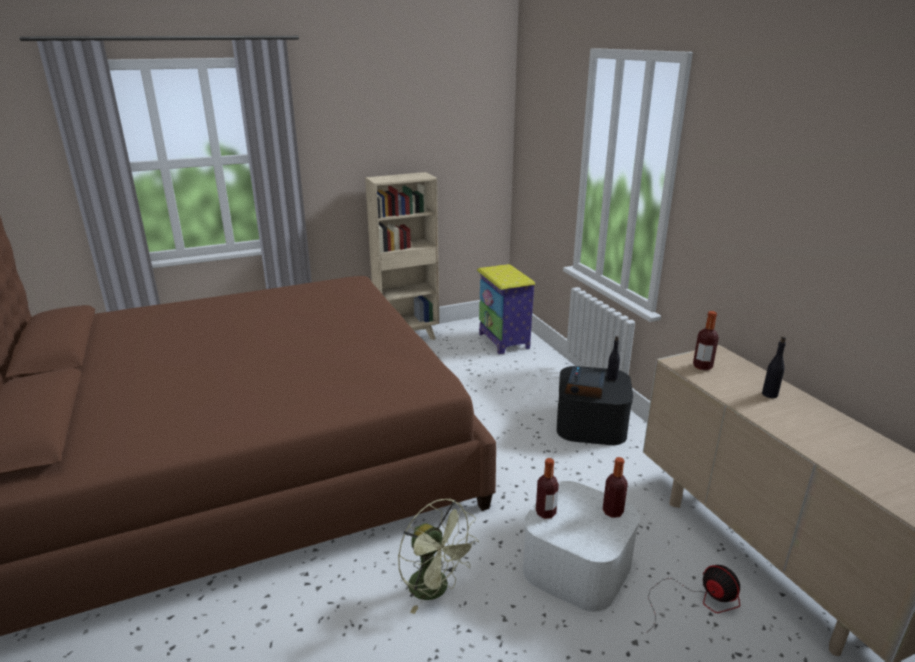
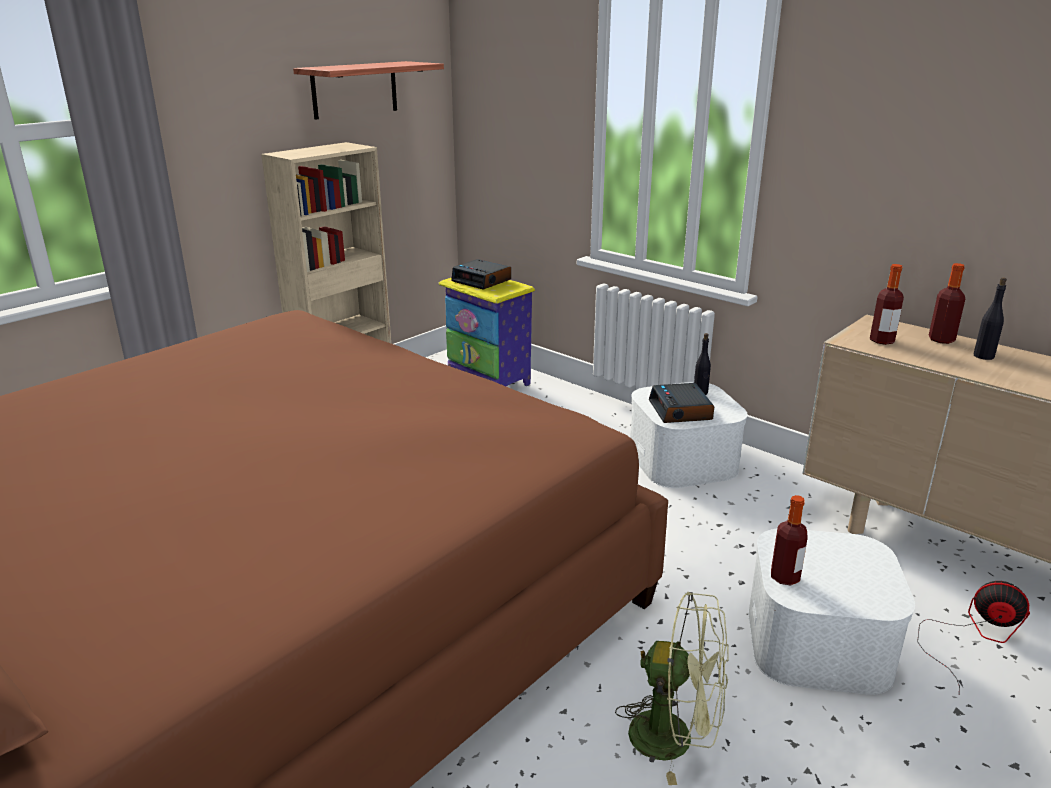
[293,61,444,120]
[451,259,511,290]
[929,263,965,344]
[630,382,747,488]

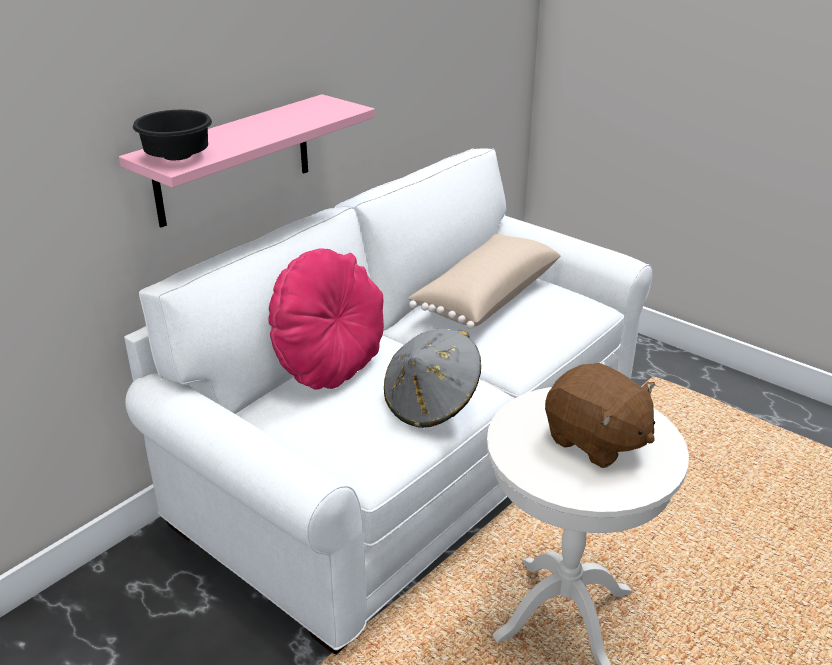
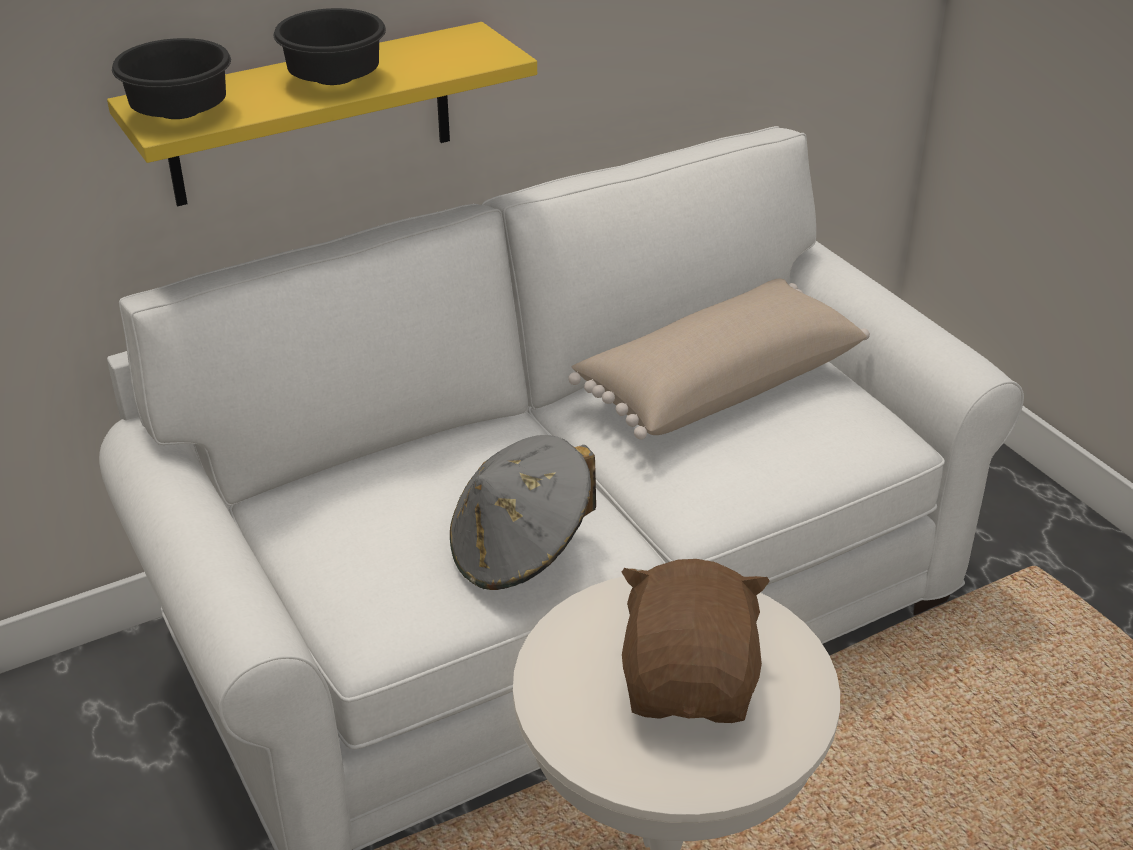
[268,248,384,390] (first image)
[274,8,386,85]
[107,22,537,206]
[622,559,770,723]

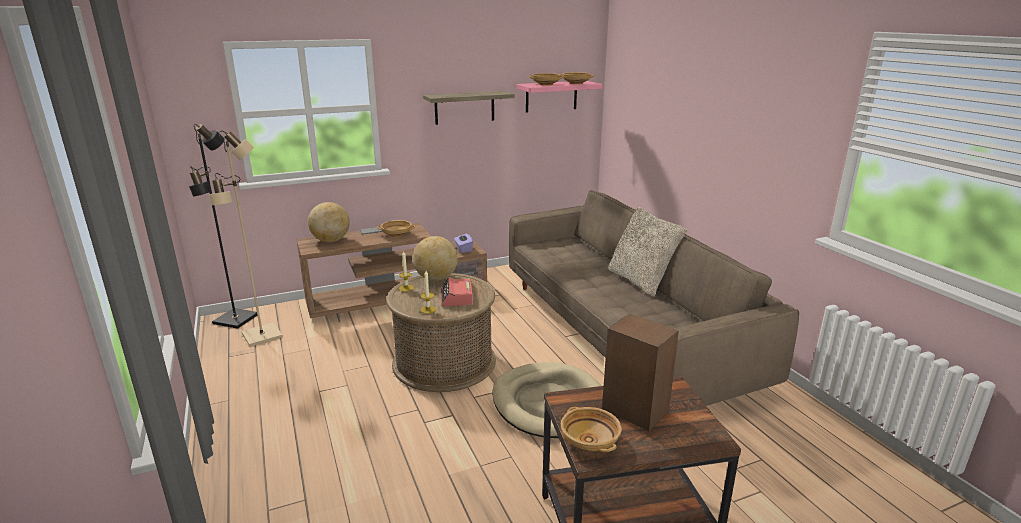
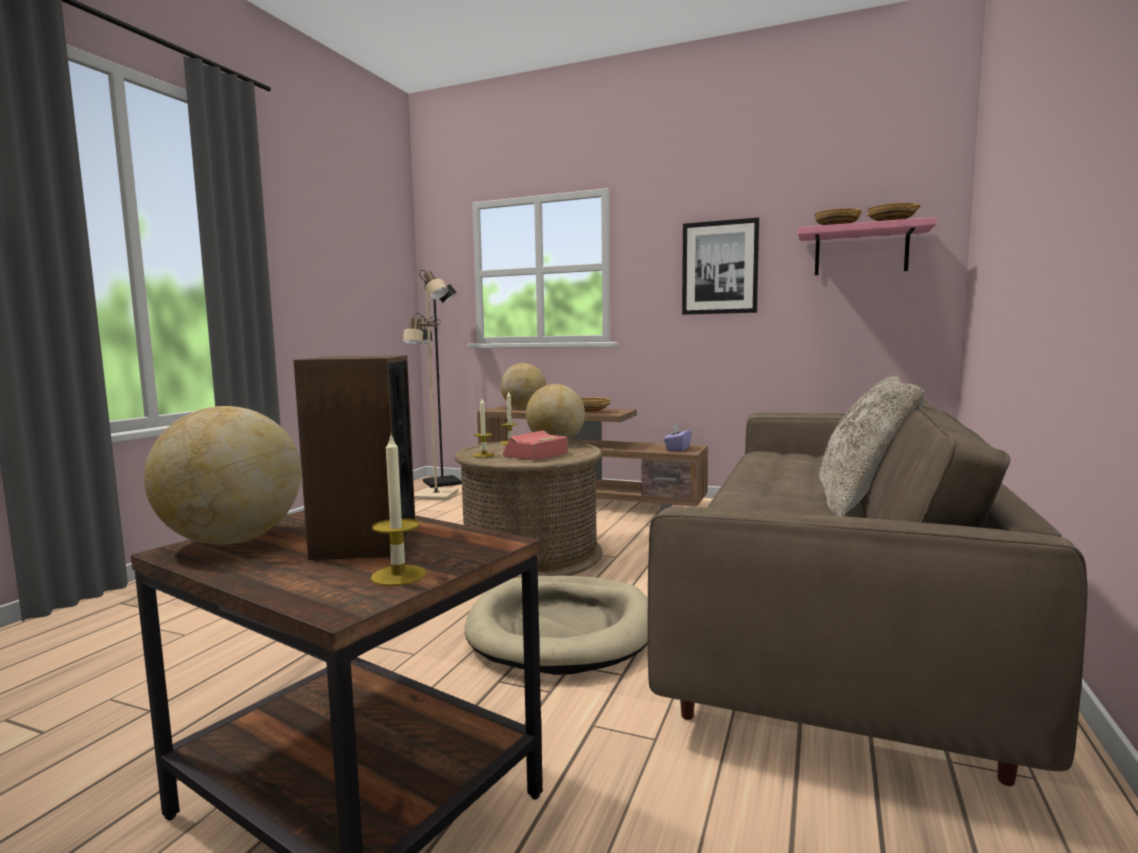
[371,434,426,586]
[682,217,759,315]
[144,406,301,545]

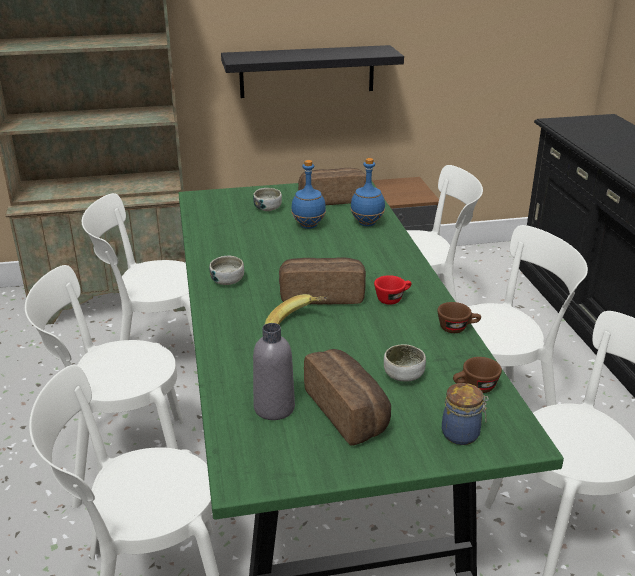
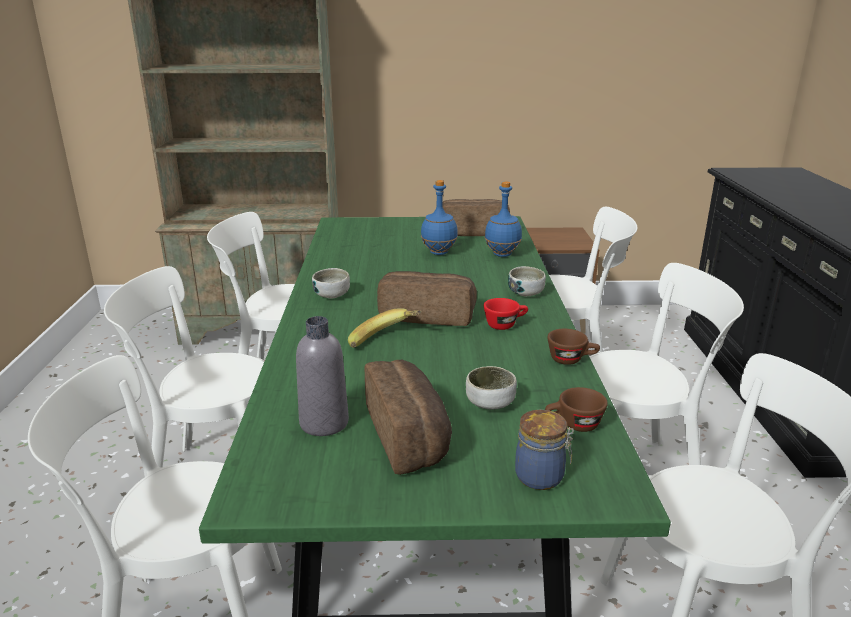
[221,45,404,98] (first image)
[508,266,546,296]

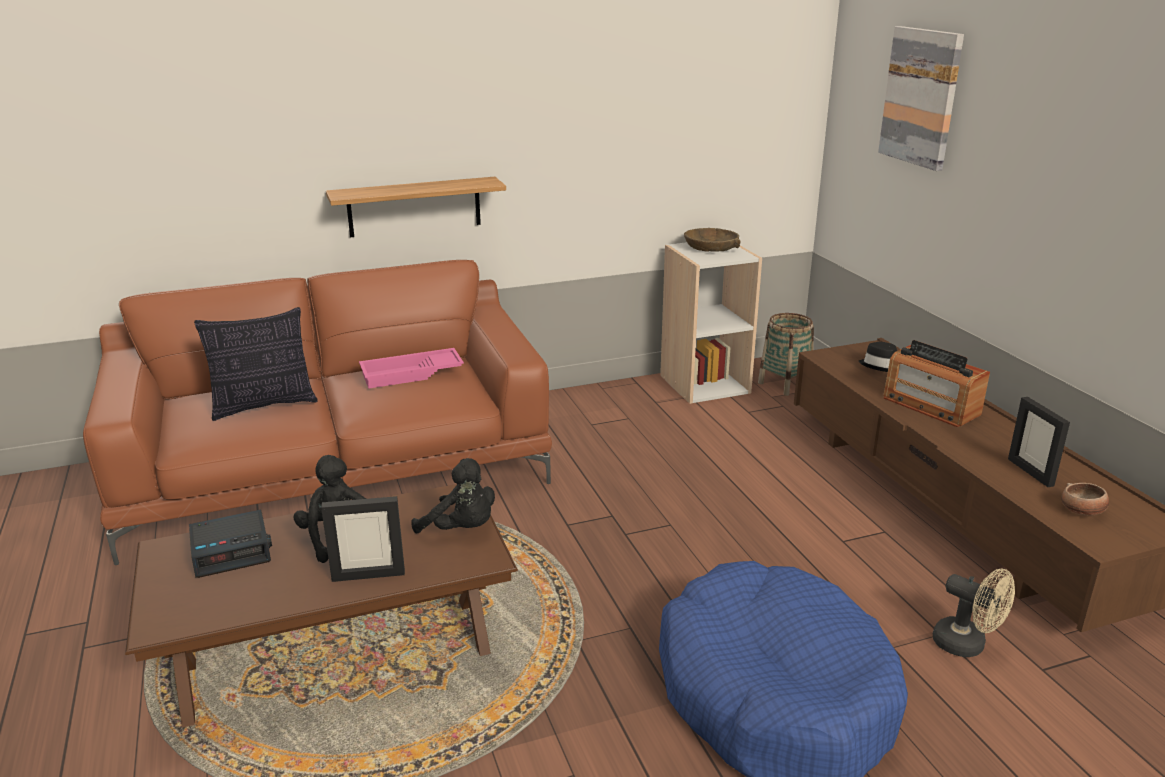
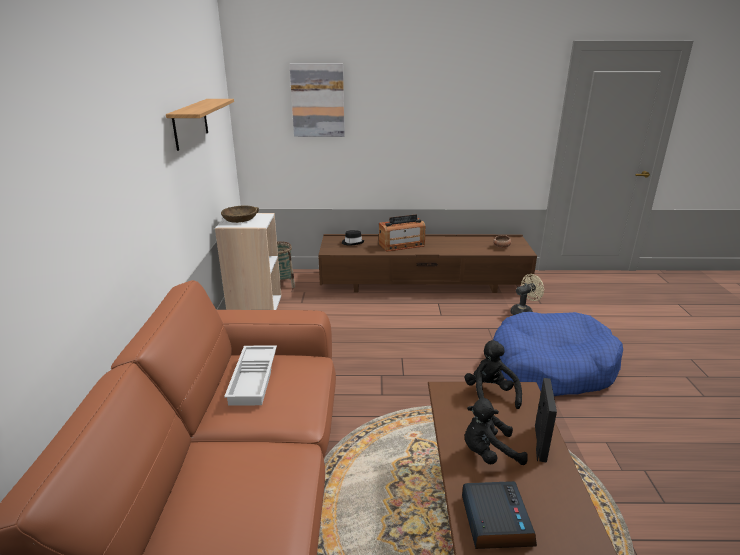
[194,307,318,421] (first image)
[1008,397,1070,487] (first image)
[166,99,234,151]
[224,345,277,406]
[464,340,522,409]

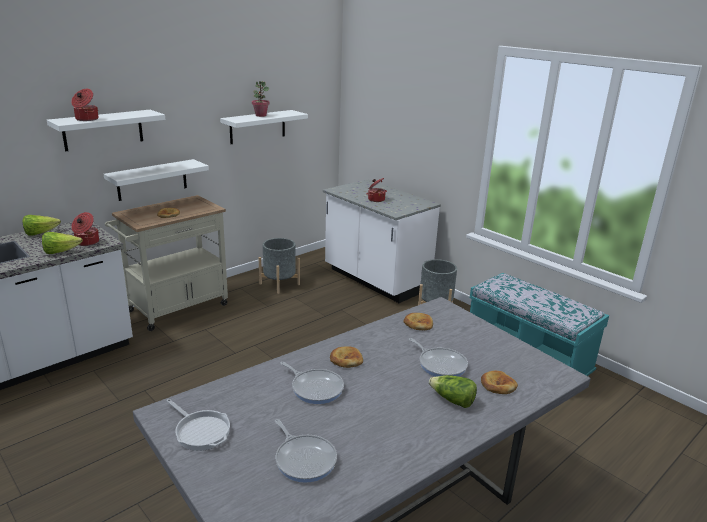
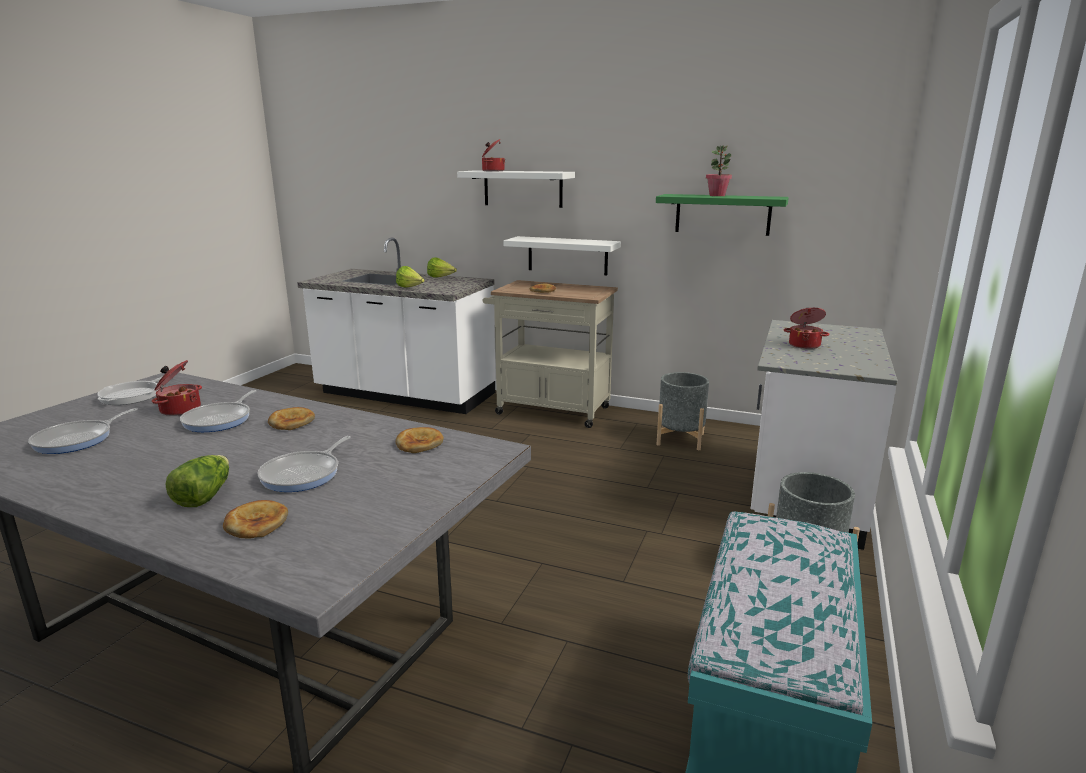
[152,360,202,416]
[656,194,789,236]

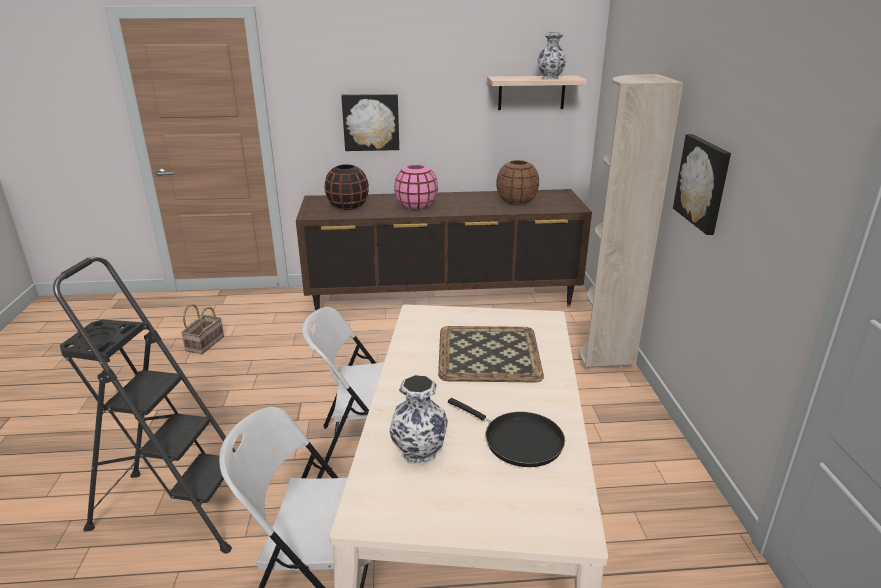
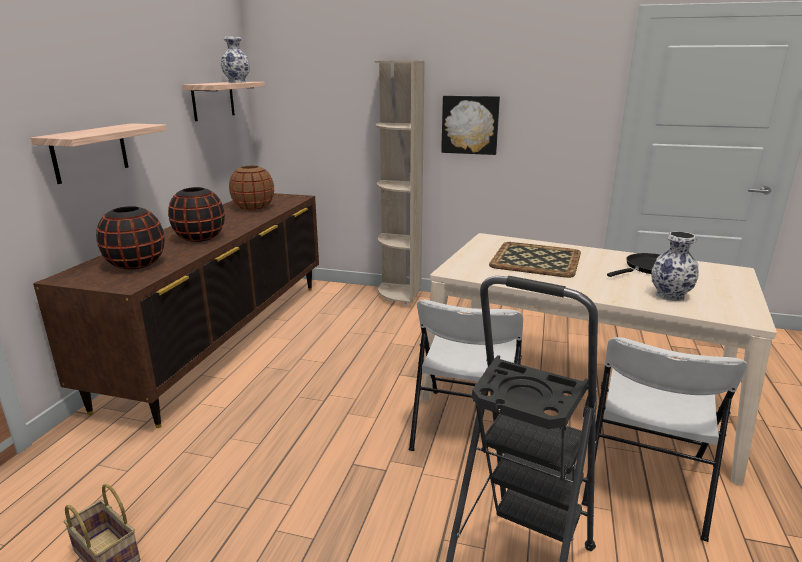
[31,123,167,184]
[168,187,225,242]

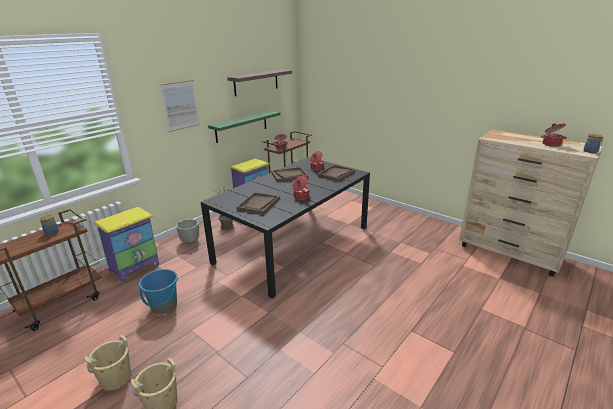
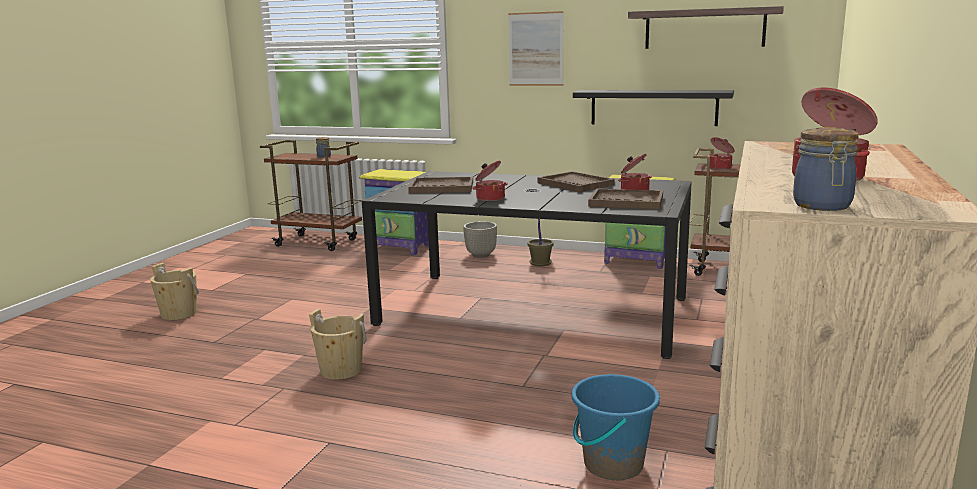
[309,309,366,380]
[572,373,660,480]
[573,90,734,126]

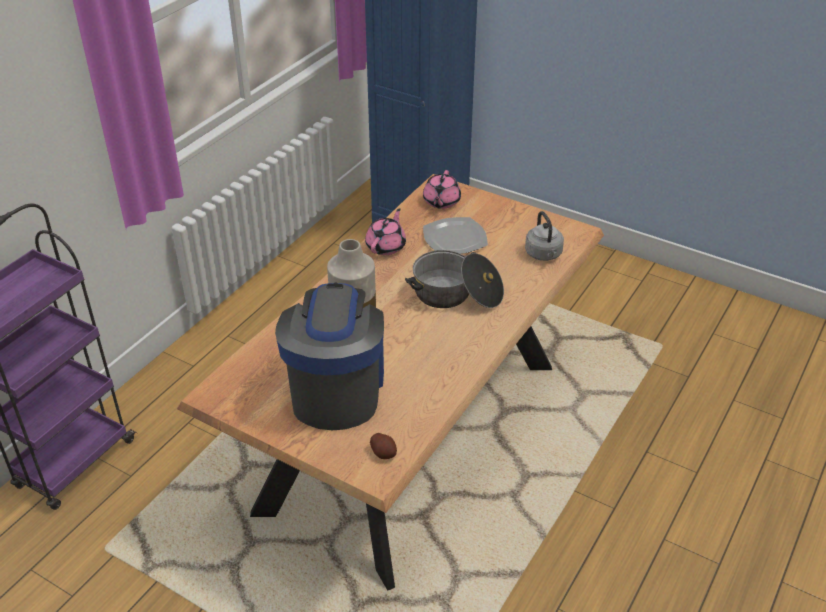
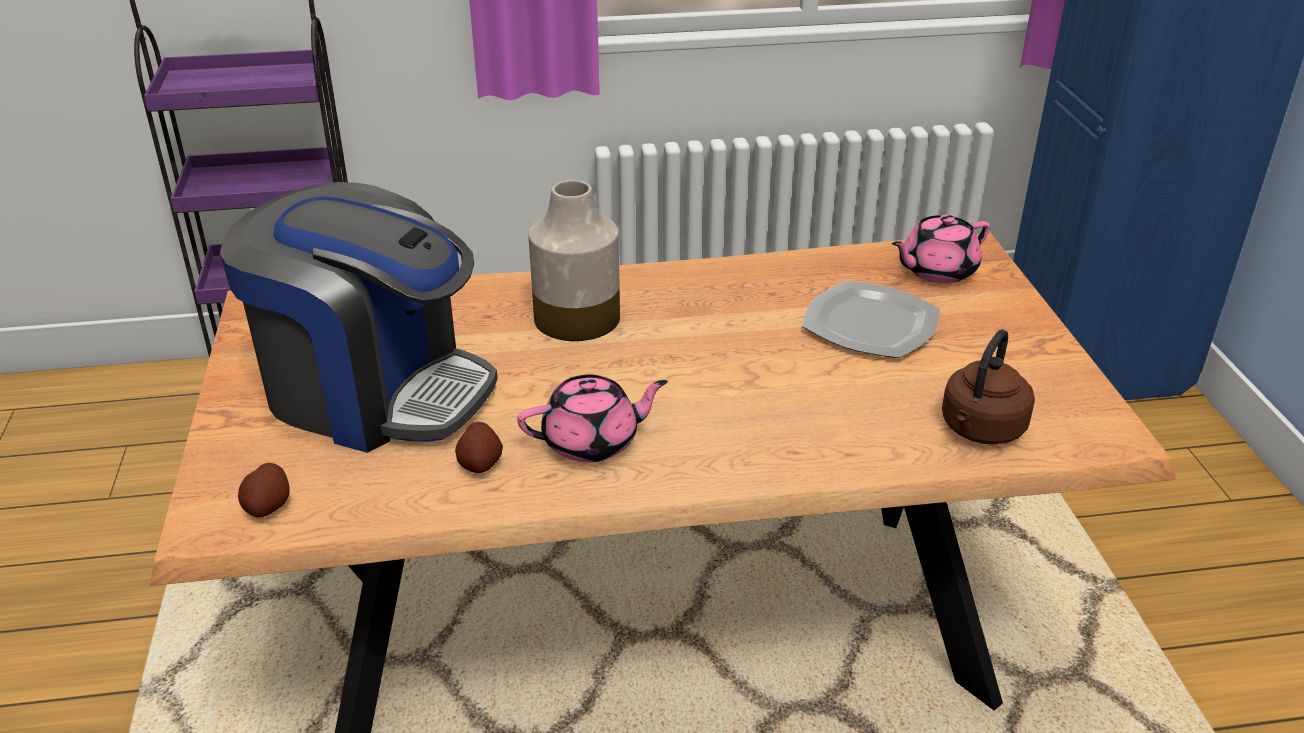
[405,250,504,308] (first image)
[455,422,503,473]
[517,375,668,462]
[942,329,1035,444]
[220,182,498,453]

